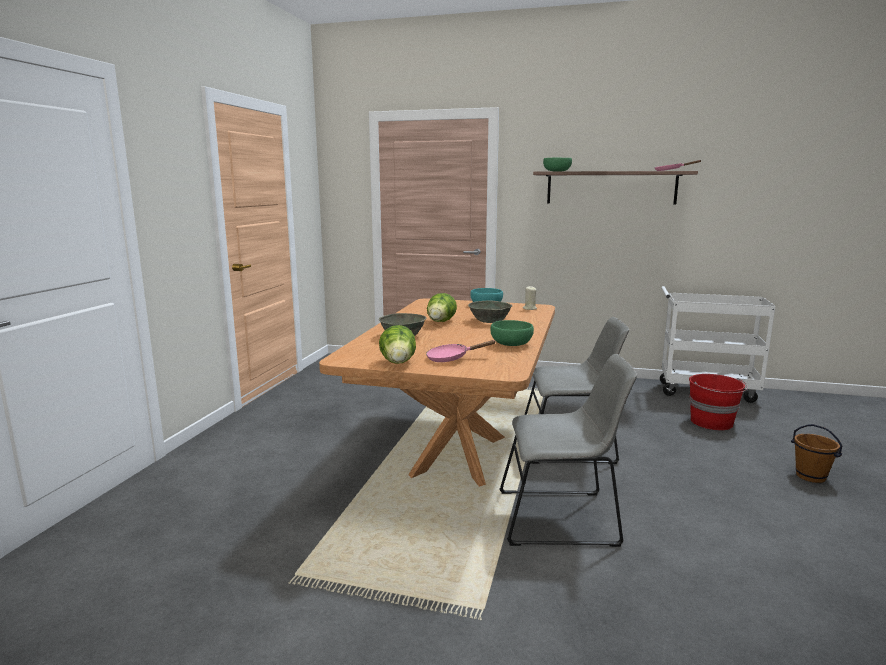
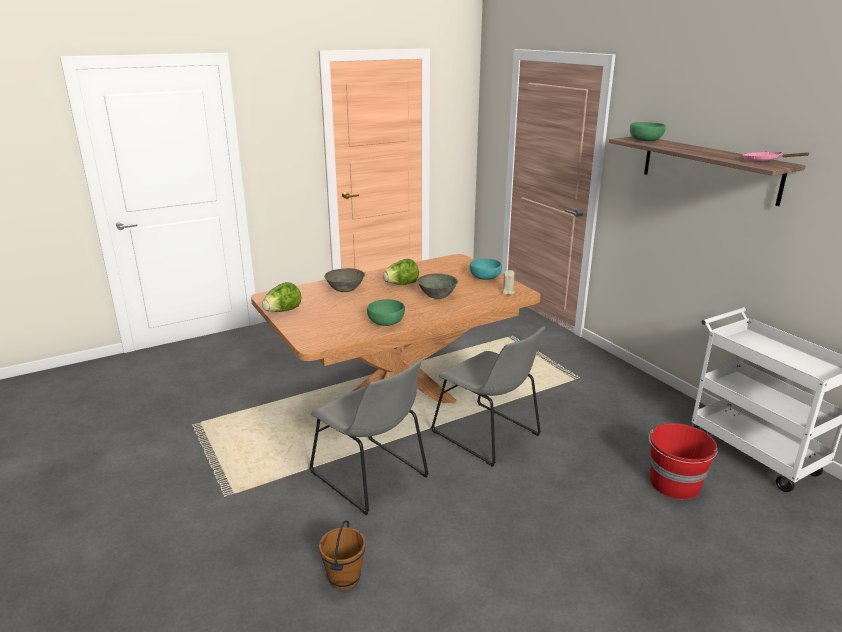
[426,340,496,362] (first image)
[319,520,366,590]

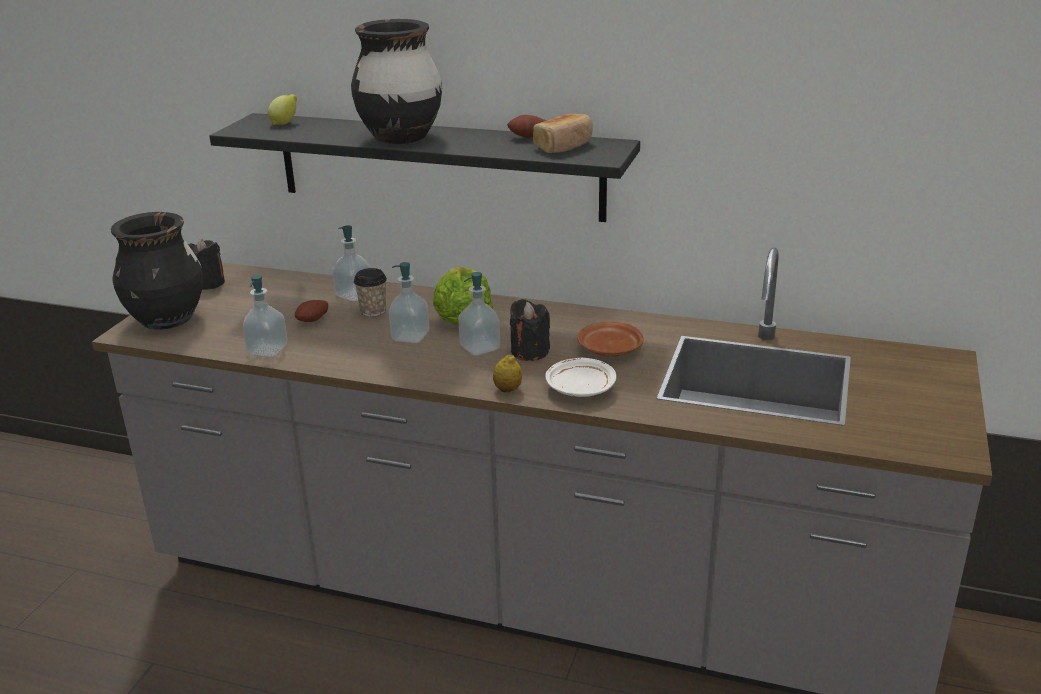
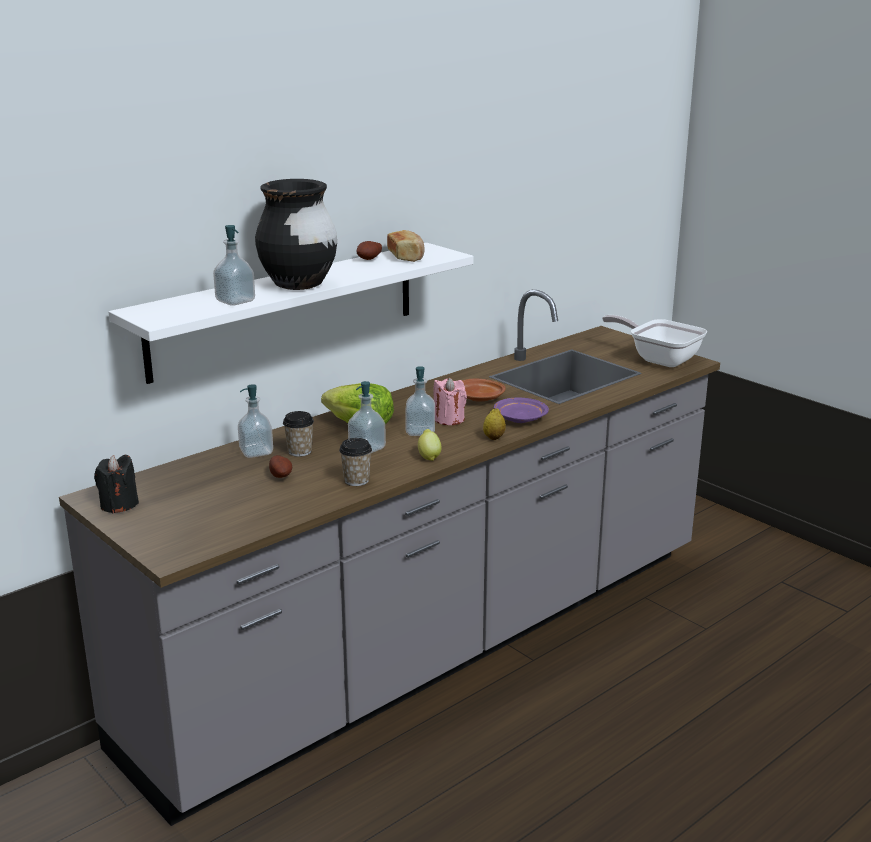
[111,212,203,330] (first image)
[339,438,372,486]
[602,315,707,367]
[213,225,255,306]
[418,429,441,461]
[109,243,474,384]
[433,378,467,425]
[494,398,549,423]

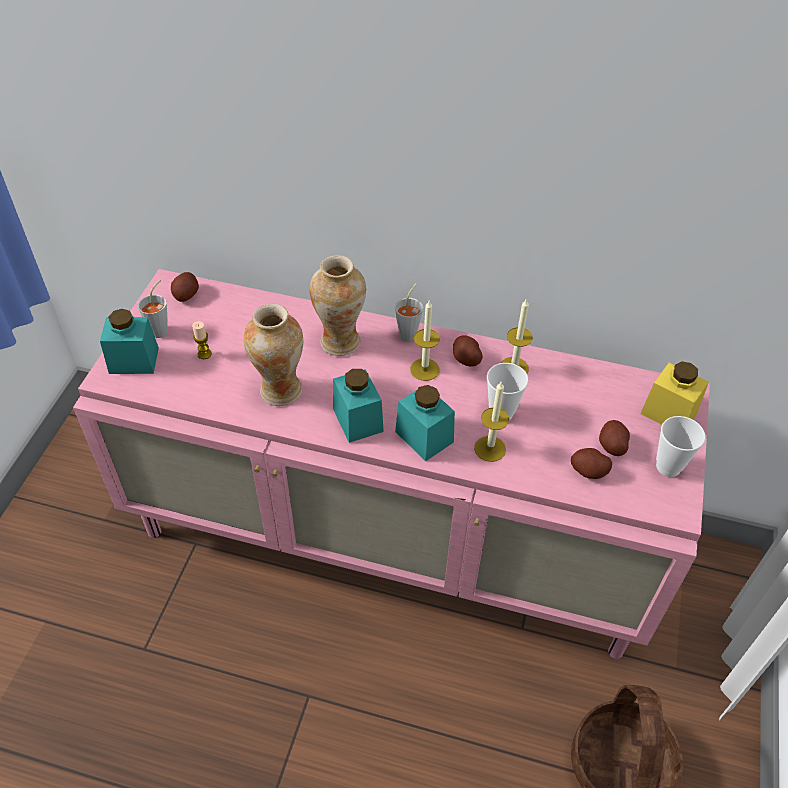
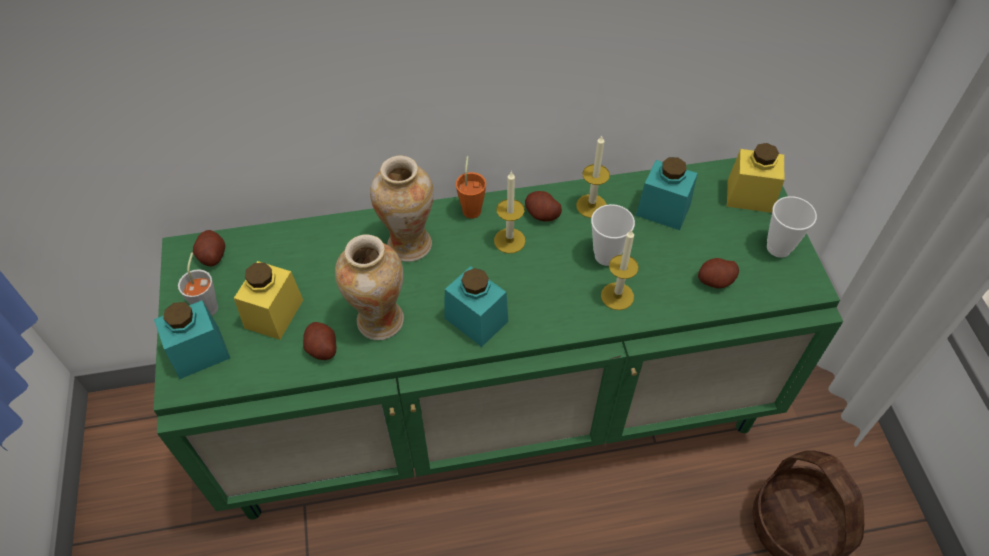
[636,157,698,230]
[303,322,336,360]
[234,261,303,340]
[154,158,843,520]
[456,156,486,219]

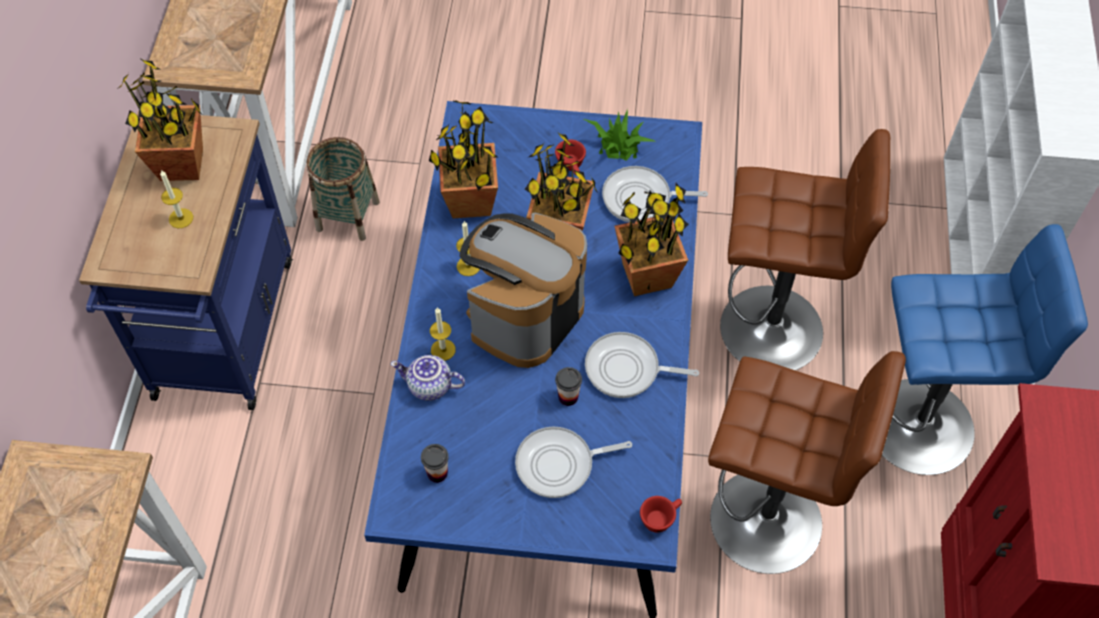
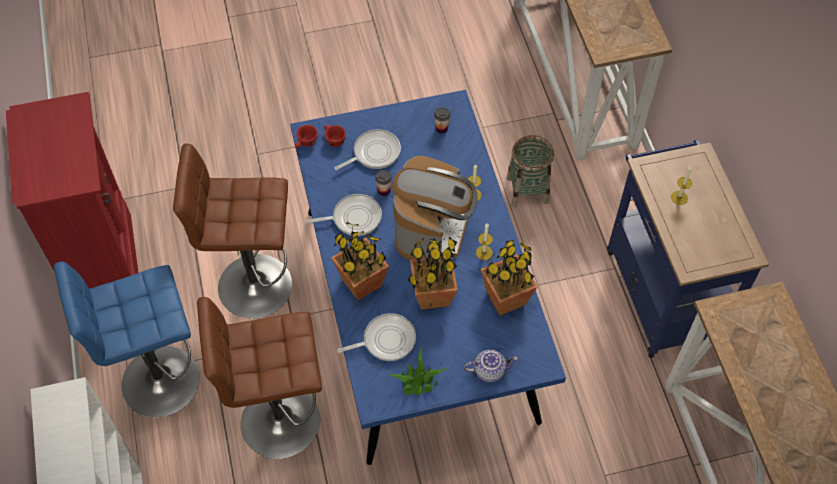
[117,59,203,181] (first image)
[506,135,554,207]
[464,350,518,382]
[324,125,346,147]

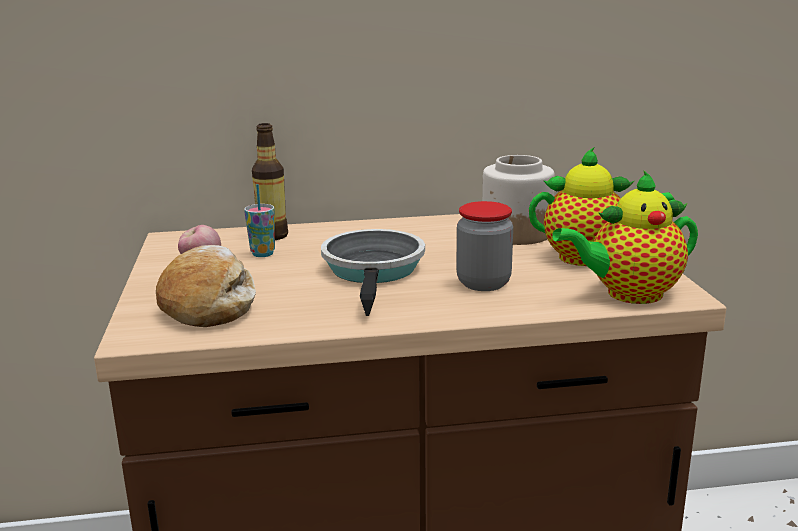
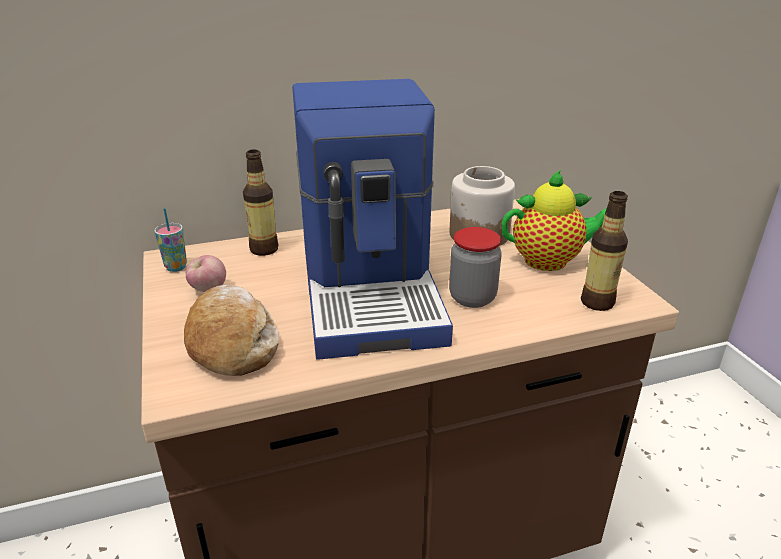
[154,208,187,272]
[292,79,453,360]
[581,191,628,311]

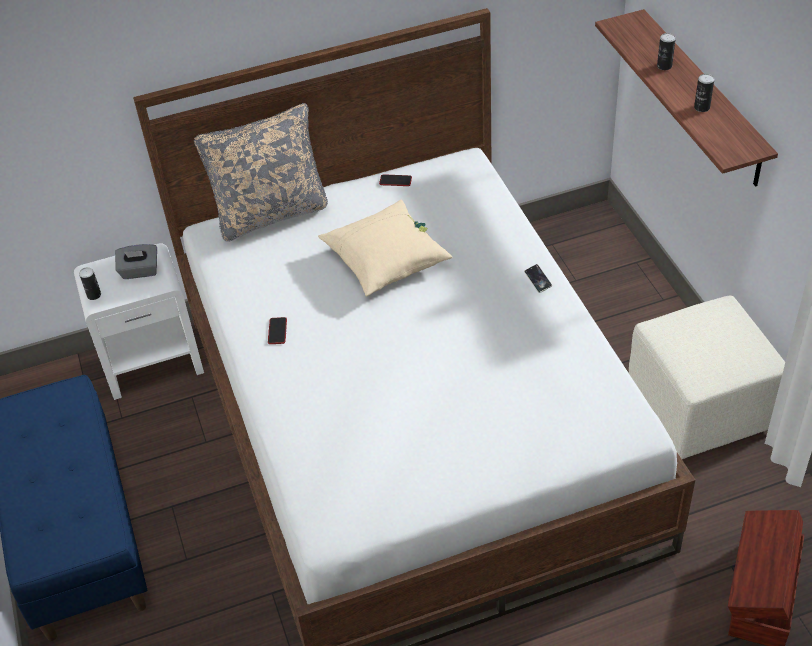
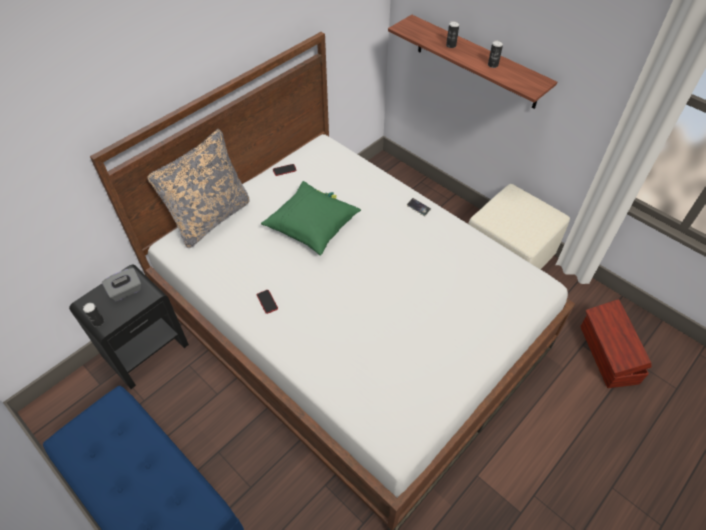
[69,265,189,389]
[261,181,361,256]

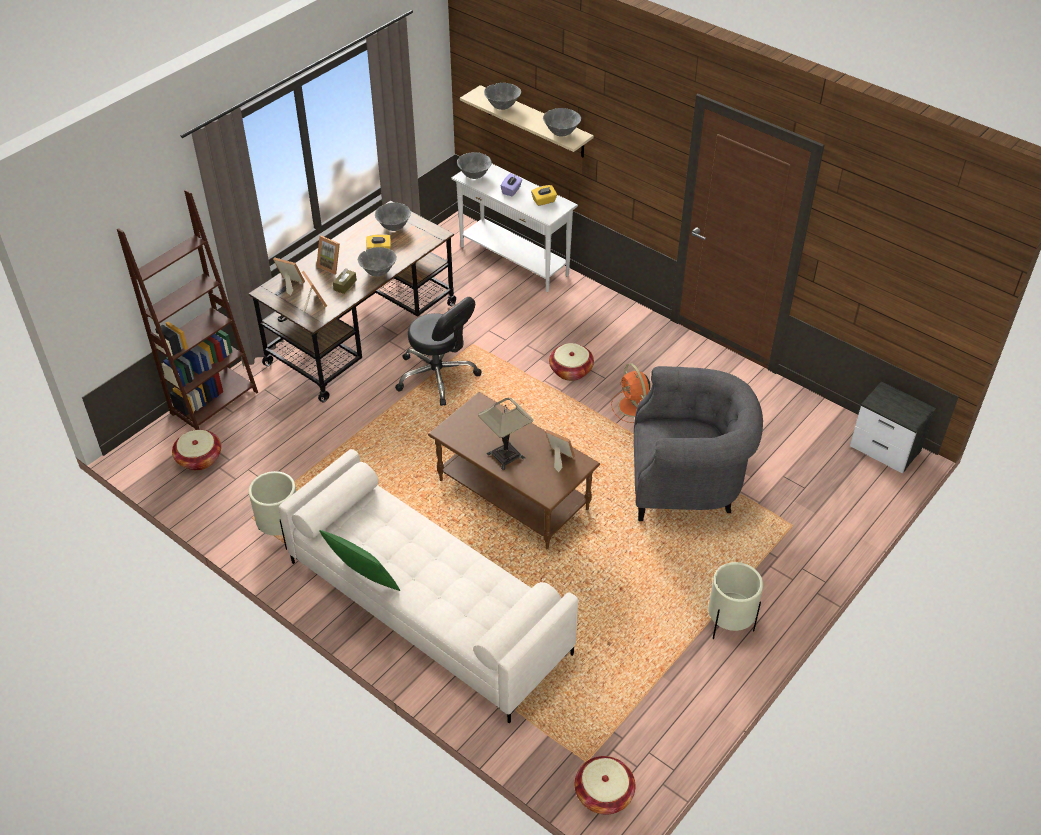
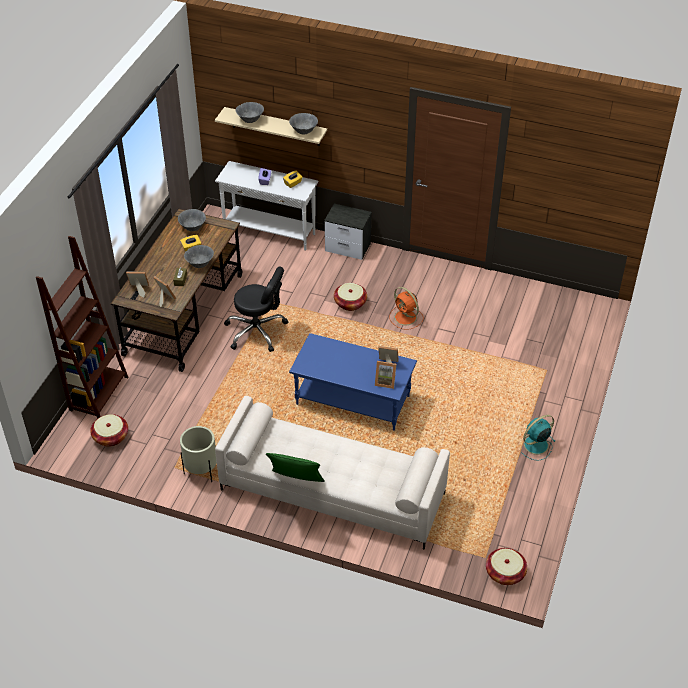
[457,152,492,179] (first image)
[478,398,533,470] (first image)
[634,366,763,521] (first image)
[375,361,396,389]
[324,204,372,260]
[521,415,556,461]
[289,333,417,431]

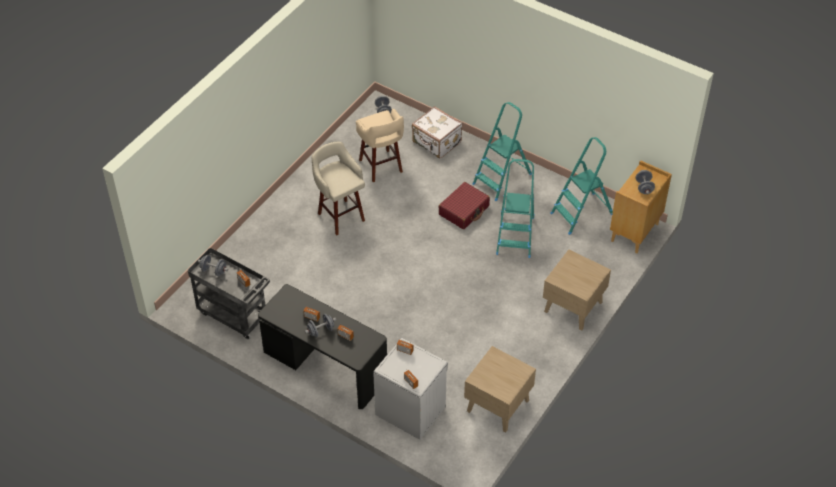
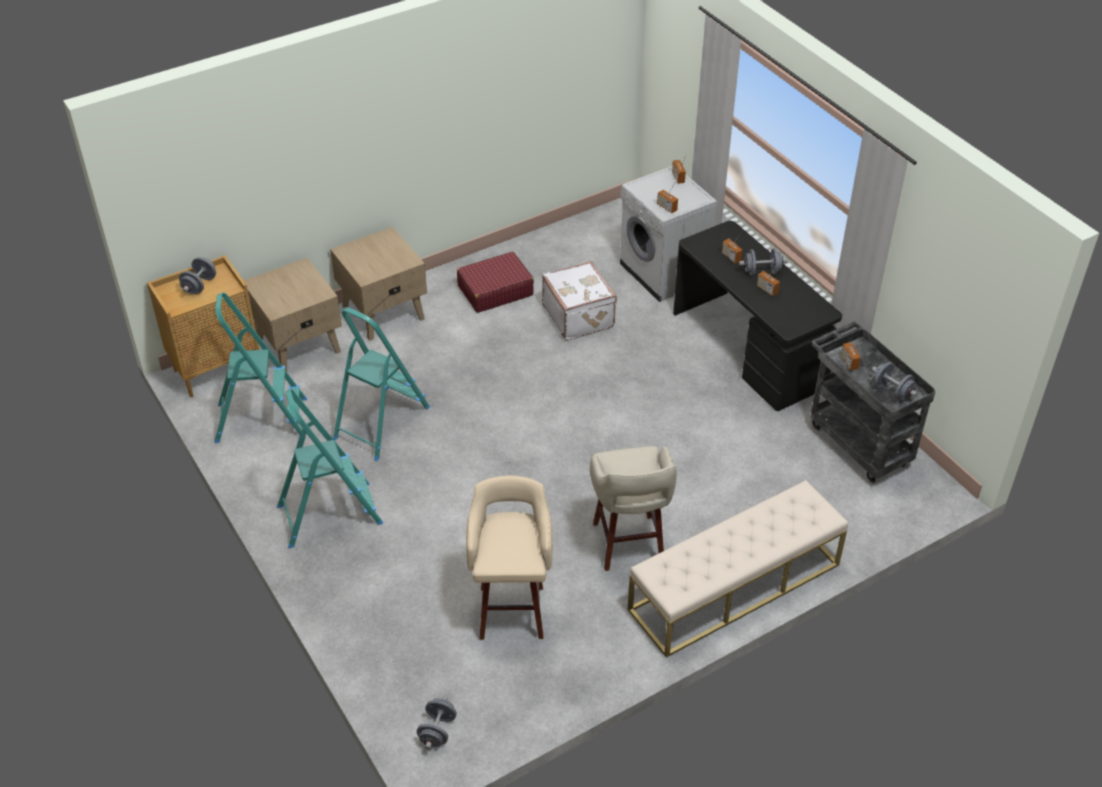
[628,480,848,658]
[542,261,617,340]
[457,252,534,313]
[243,258,342,372]

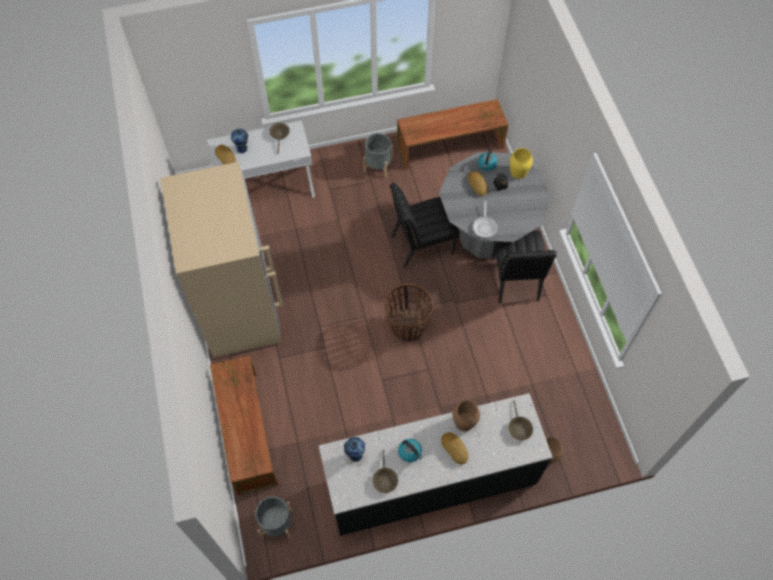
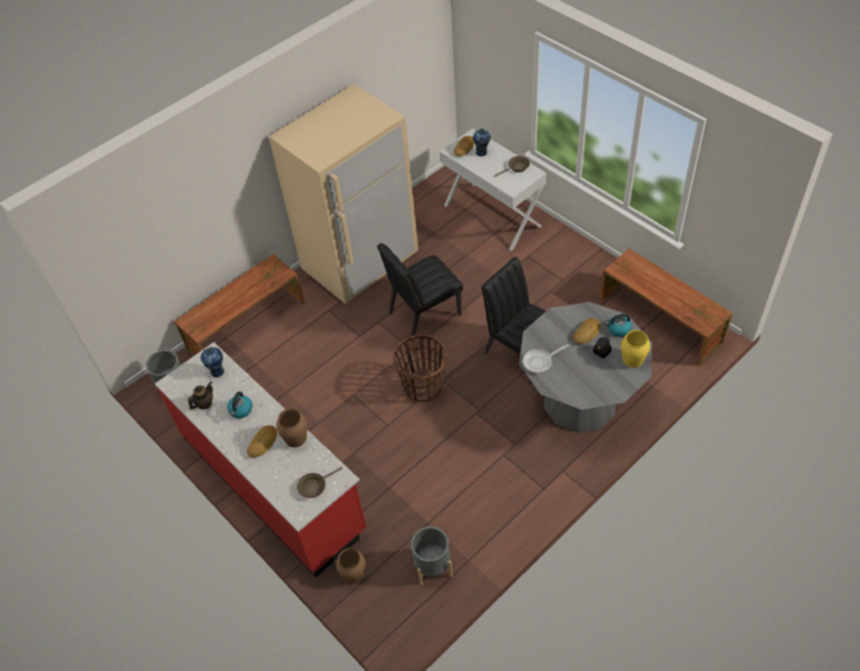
[411,526,453,585]
[377,243,463,336]
[188,381,213,410]
[155,342,366,577]

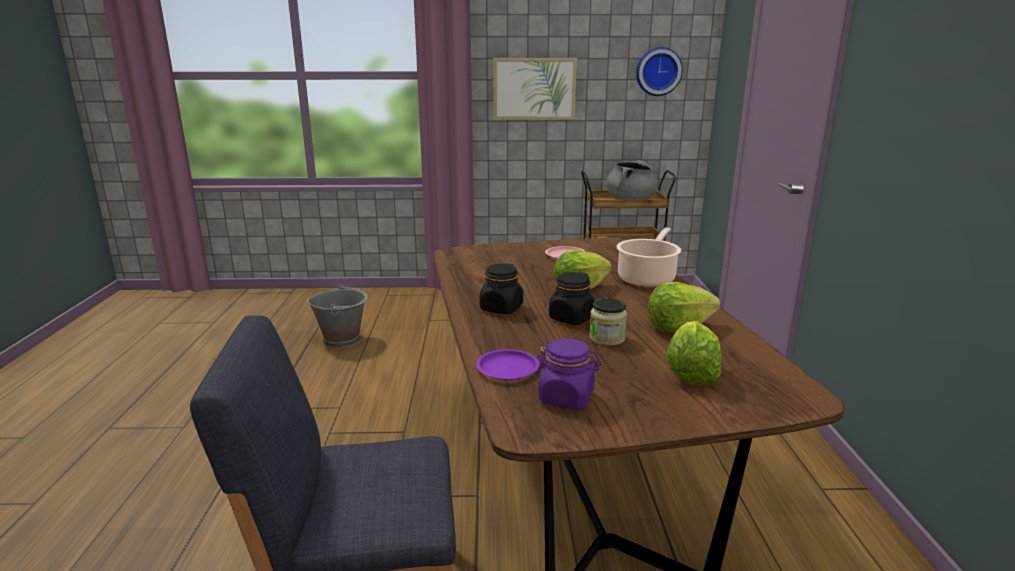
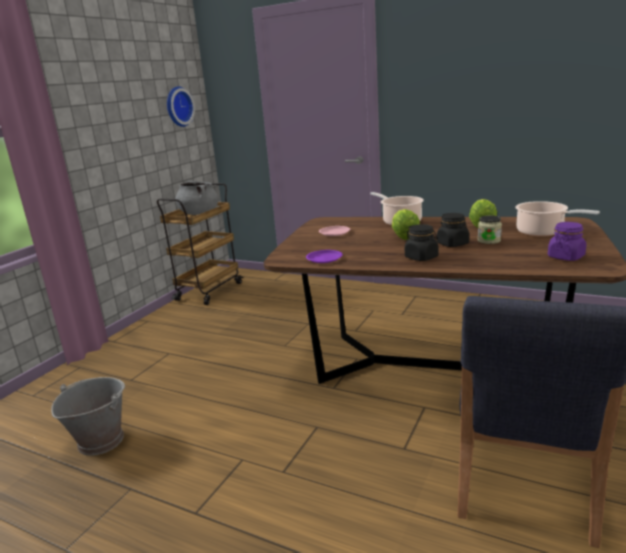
[493,58,577,120] (first image)
[306,250,343,263]
[515,201,600,237]

